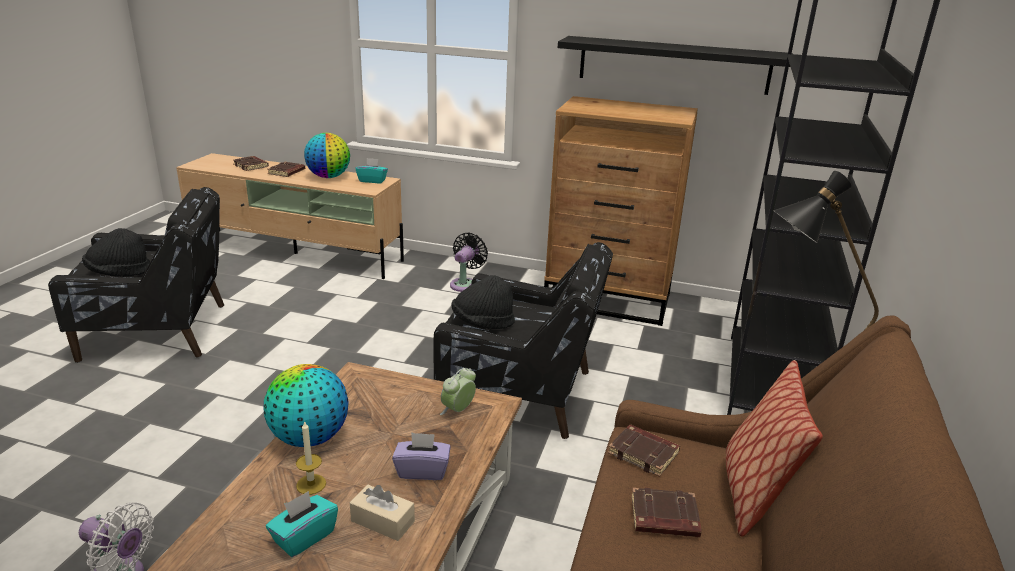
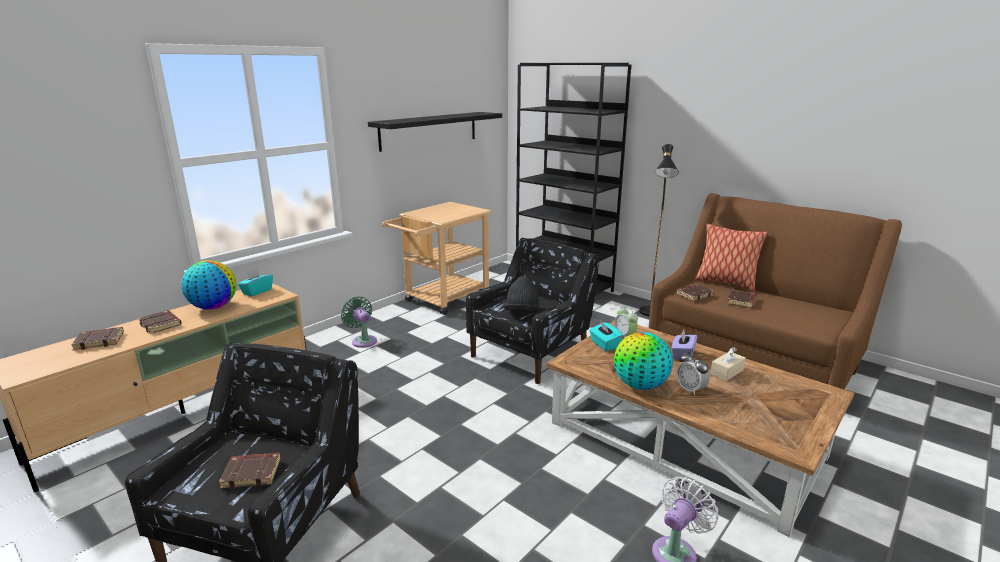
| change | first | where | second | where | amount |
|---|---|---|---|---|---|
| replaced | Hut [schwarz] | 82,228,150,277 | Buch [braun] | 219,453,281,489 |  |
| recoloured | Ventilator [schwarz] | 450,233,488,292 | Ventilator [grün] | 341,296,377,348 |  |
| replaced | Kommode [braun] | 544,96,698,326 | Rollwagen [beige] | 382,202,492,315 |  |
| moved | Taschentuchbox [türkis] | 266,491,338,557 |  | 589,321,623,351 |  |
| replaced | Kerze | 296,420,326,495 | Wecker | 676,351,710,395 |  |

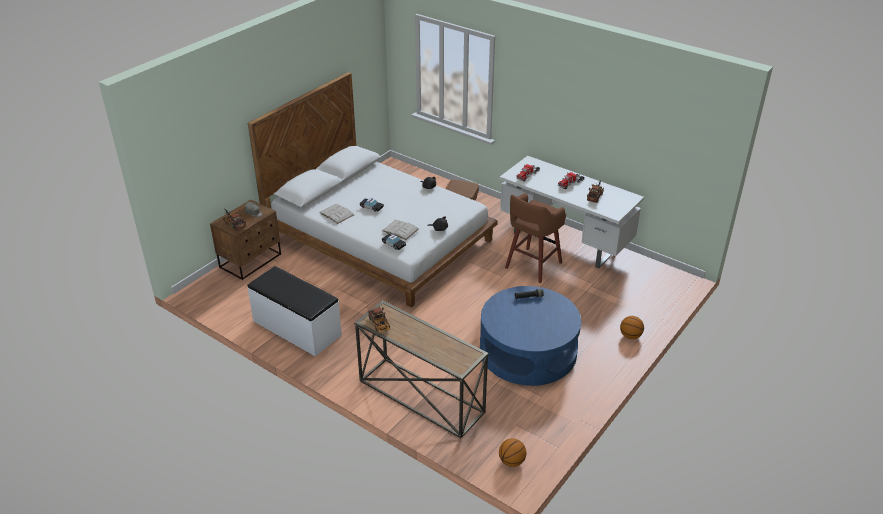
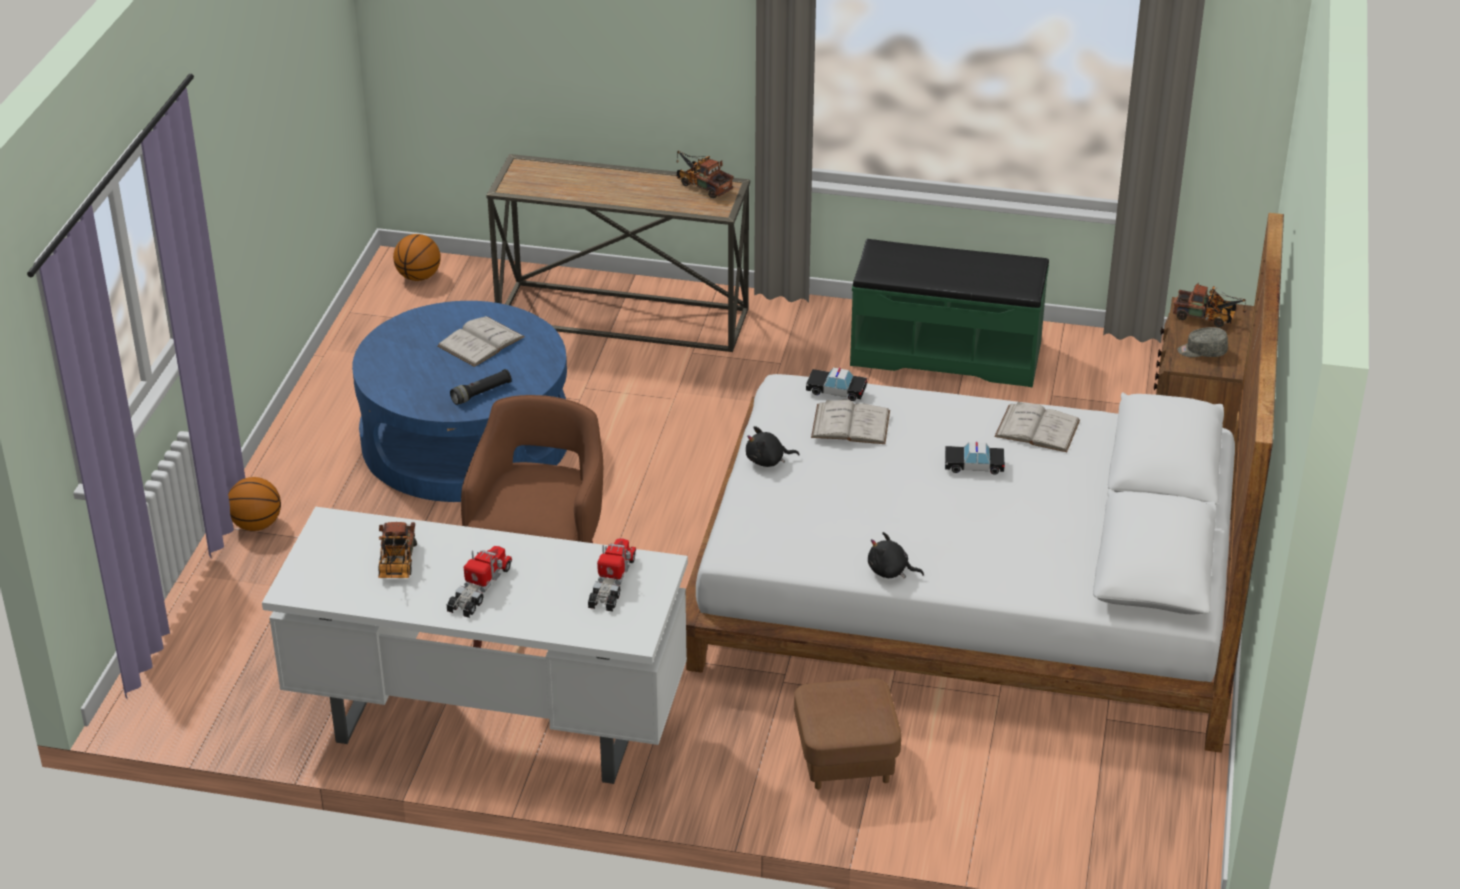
| change | first | where | second | where | amount |
|---|---|---|---|---|---|
| added |  |  | Buch [weiß] | 437,316,525,367 |  |
| recoloured | Bank [weiß] | 247,266,342,356 | Bank [grün] | 850,239,1049,387 |  |

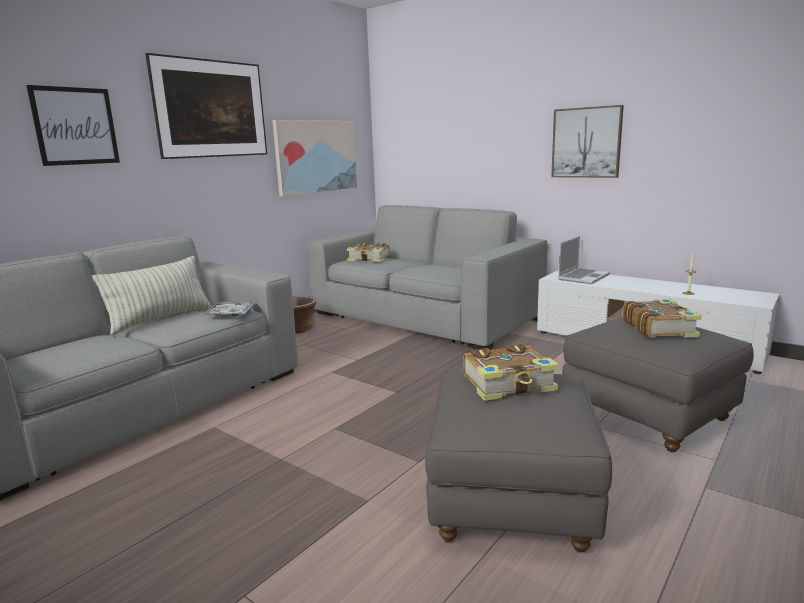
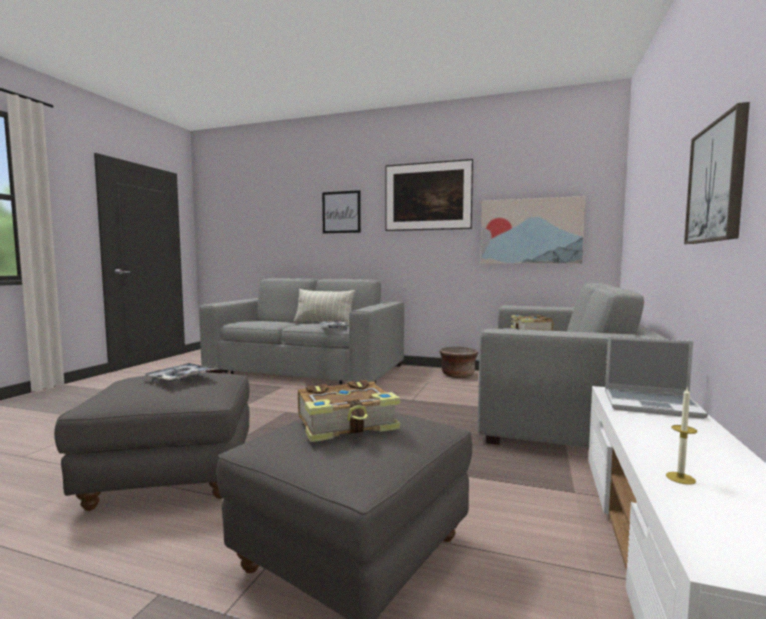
| change | first | where | second | where | amount |
|---|---|---|---|---|---|
| replaced | Buch | 463,344,559,401 | Tablett | 143,363,217,382 |  |

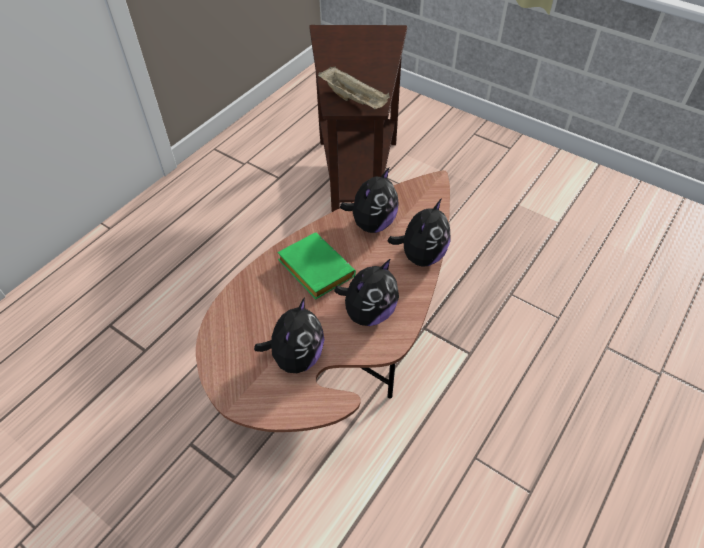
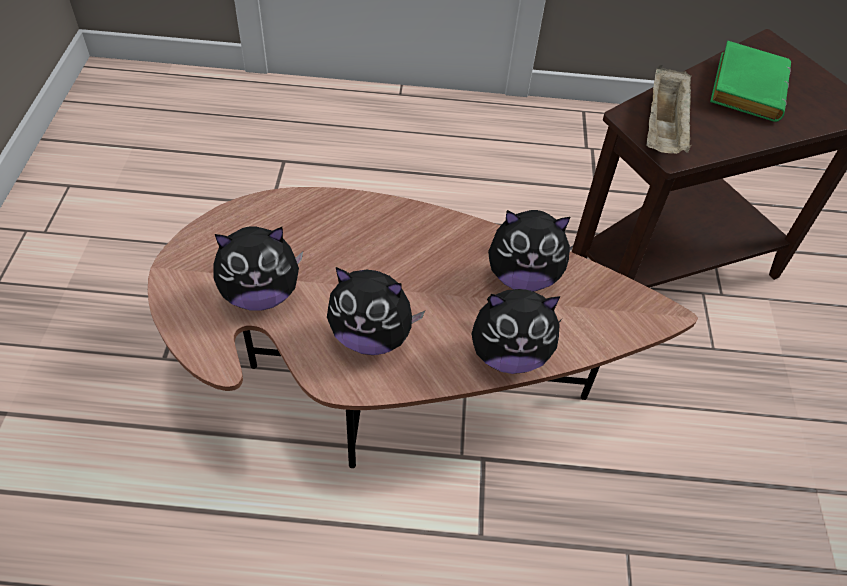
| change | first | where | second | where | amount |
|---|---|---|---|---|---|
| moved | Buch [grün] | 277,233,356,299 |  | 710,41,791,122 |  |

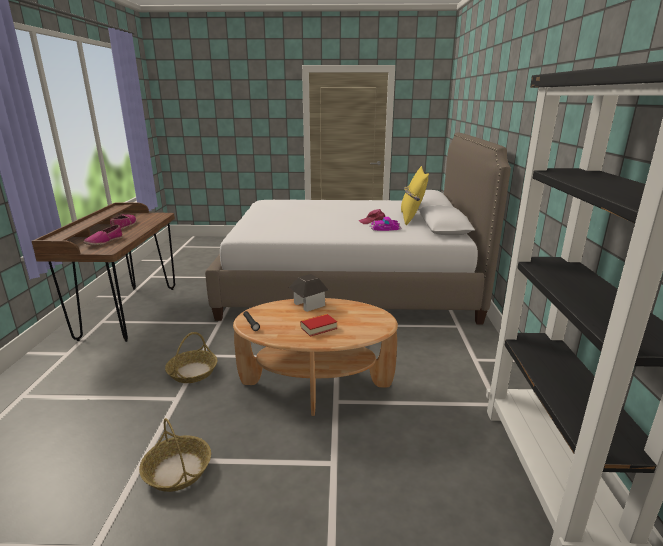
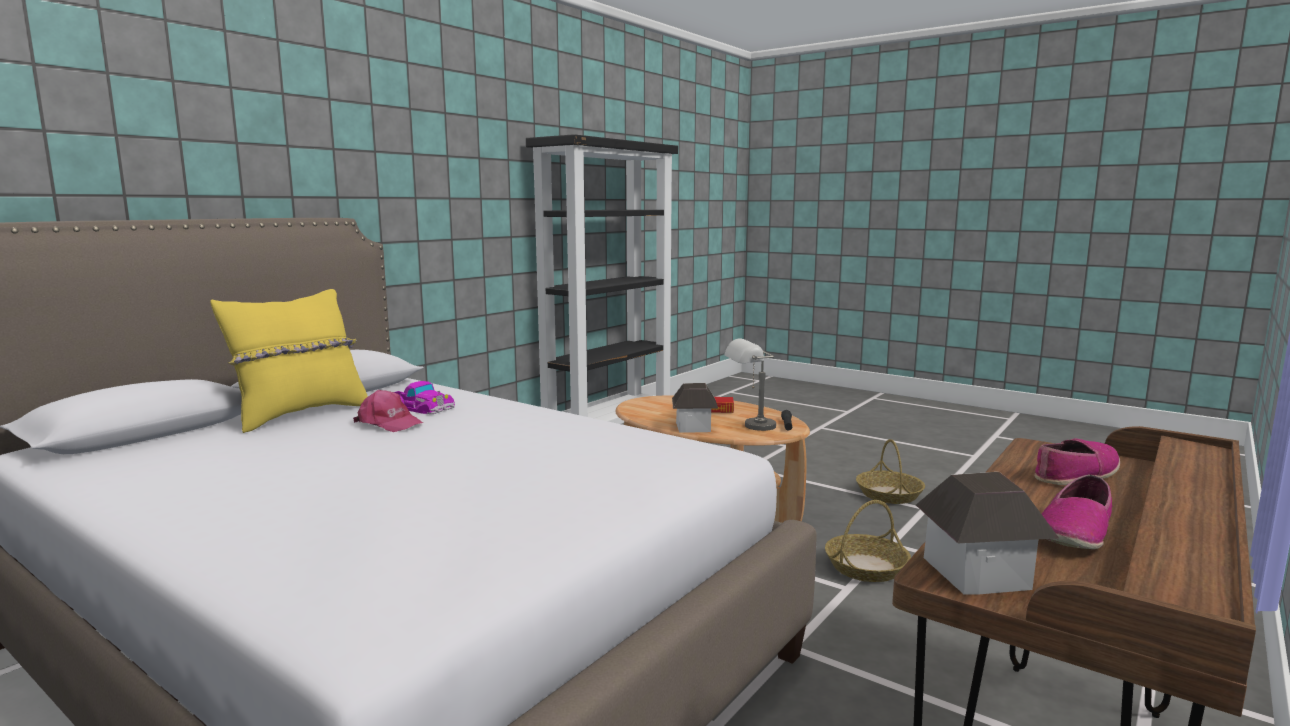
| change | first | where | second | where | amount |
|---|---|---|---|---|---|
| added |  |  | Tischlampe [grau] | 724,338,776,431 |  |
| added |  |  | Spielzeughaus | 916,472,1059,595 |  |

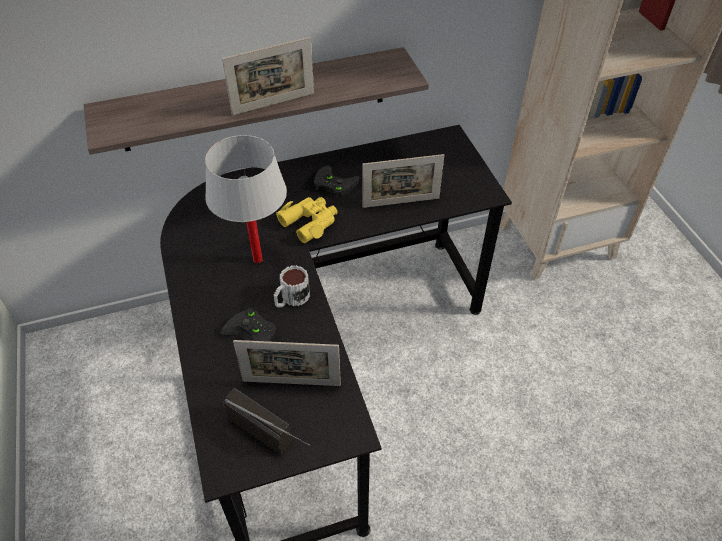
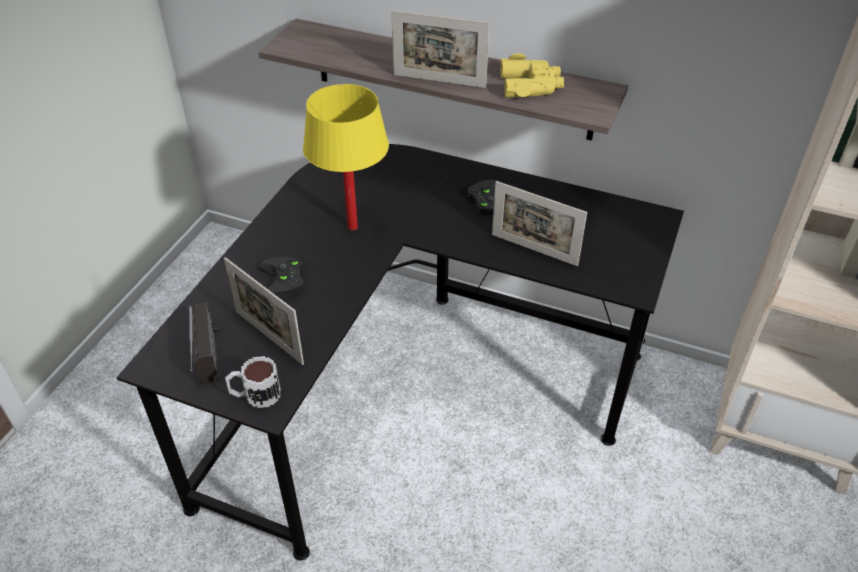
| change | first | where | second | where | amount |
|---|---|---|---|---|---|
| moved | Henkelbecher | 273,265,310,308 |  | 226,356,280,408 |  |
| recoloured | Tischlampe [weiß] | 205,135,287,263 | Tischlampe [gelb] | 303,84,389,230 |  |
| moved | Fernglas [gelb] | 276,197,338,243 |  | 500,53,564,98 |  |

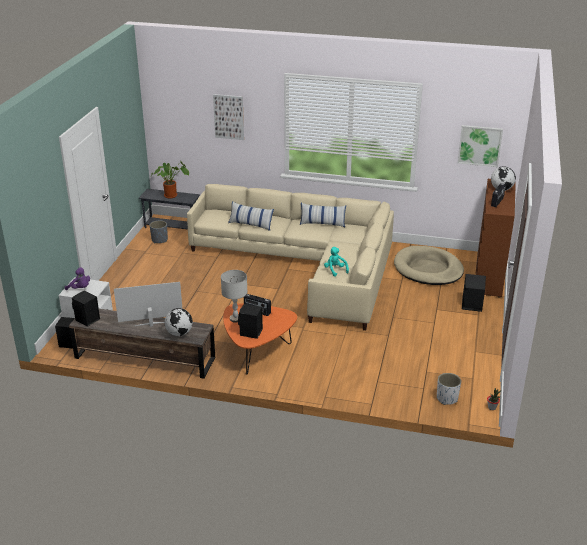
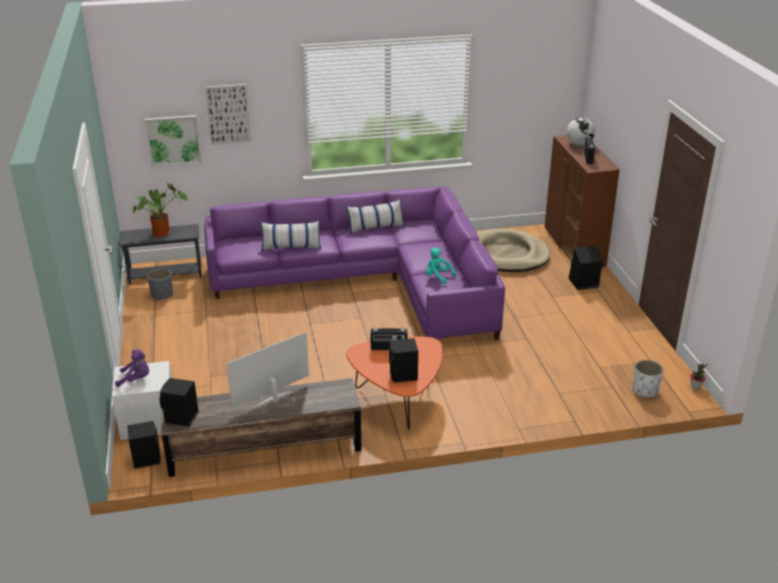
| change | first | where | second | where | amount |
|---|---|---|---|---|---|
| moved | Bild | 458,125,503,167 |  | 145,115,202,167 |  |
| recoloured | Sofa [beige] | 187,184,394,330 | Sofa [lila] | 205,186,505,340 |  |
| removed | Globus | 164,308,193,336 |  |  |  |
| removed | Tischlampe [grau] | 221,270,248,323 |  |  |  |

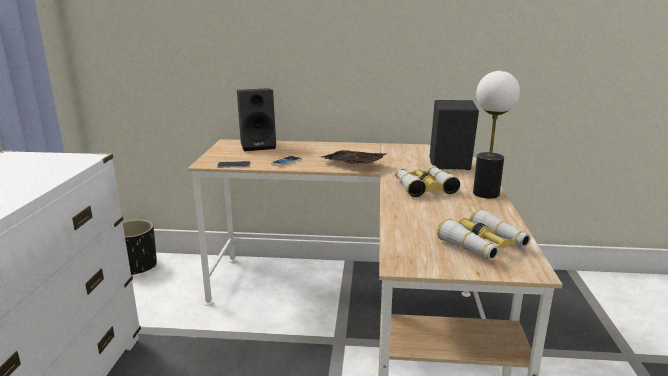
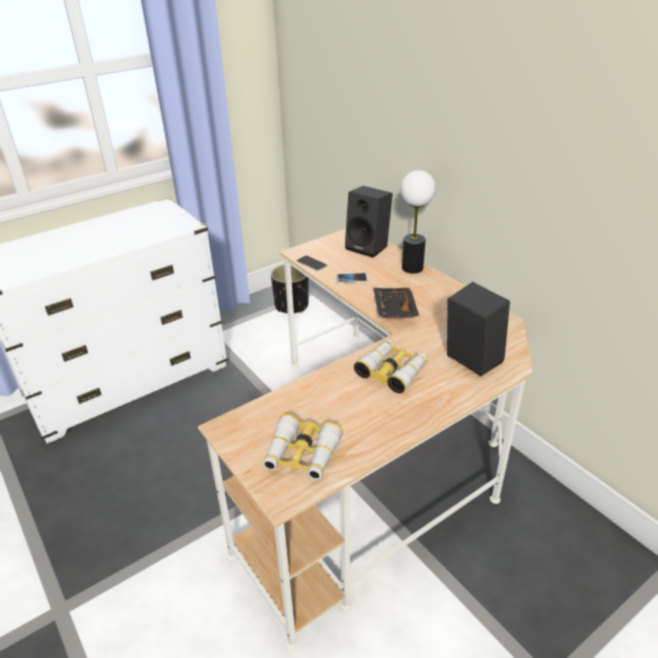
| change | first | where | second | where | amount |
|---|---|---|---|---|---|
| moved | Tischlampe | 473,71,520,199 |  | 400,170,436,274 |  |

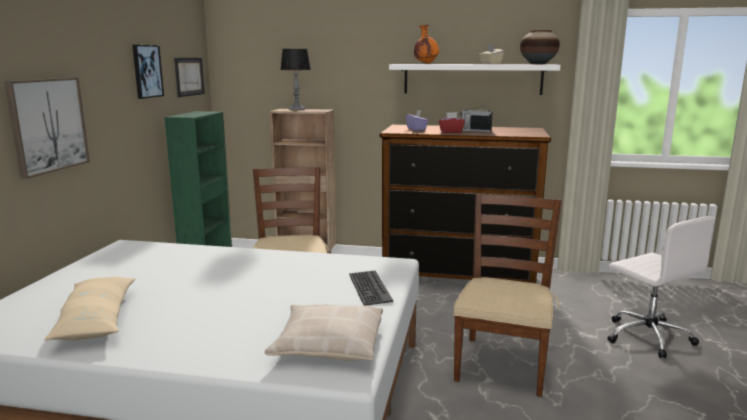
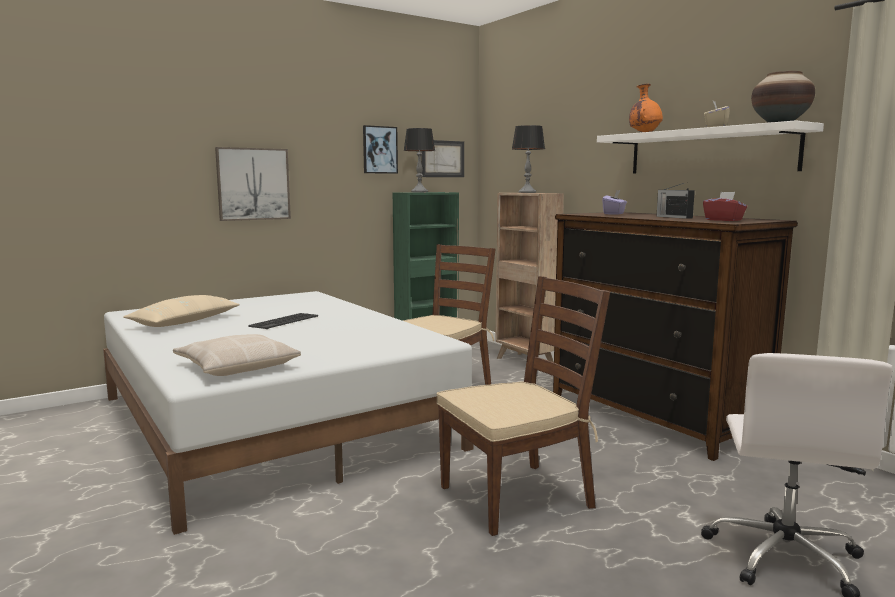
| change | first | where | second | where | amount |
|---|---|---|---|---|---|
| moved | Tastatur | 349,270,393,305 |  | 248,313,318,329 |  |
| added |  |  | Tischlampe | 404,128,435,192 |  |
| moved | Taschentuchbox [rot] | 439,112,465,133 |  | 703,192,747,221 |  |

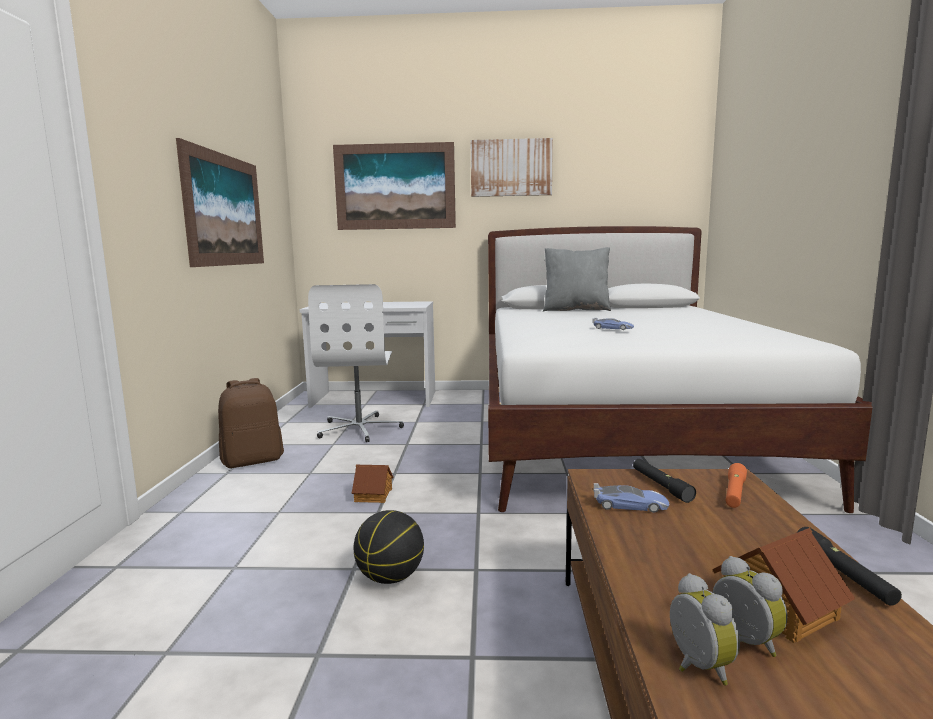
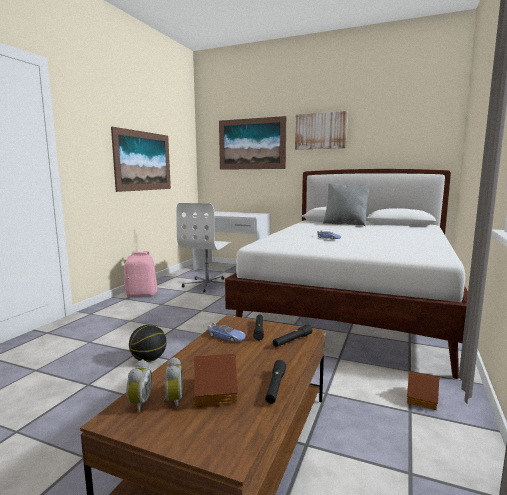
| change | first | where | second | where | amount |
|---|---|---|---|---|---|
| recoloured | Rucksack [braun] | 218,378,284,468 | Rucksack [rosa] | 124,251,157,297 |  |
| recoloured | Taschenlampe [orange] | 726,463,747,508 | Taschenlampe [schwarz] | 273,324,312,347 |  |
| moved | Spielzeughaus | 352,465,393,503 |  | 407,371,440,410 |  |

